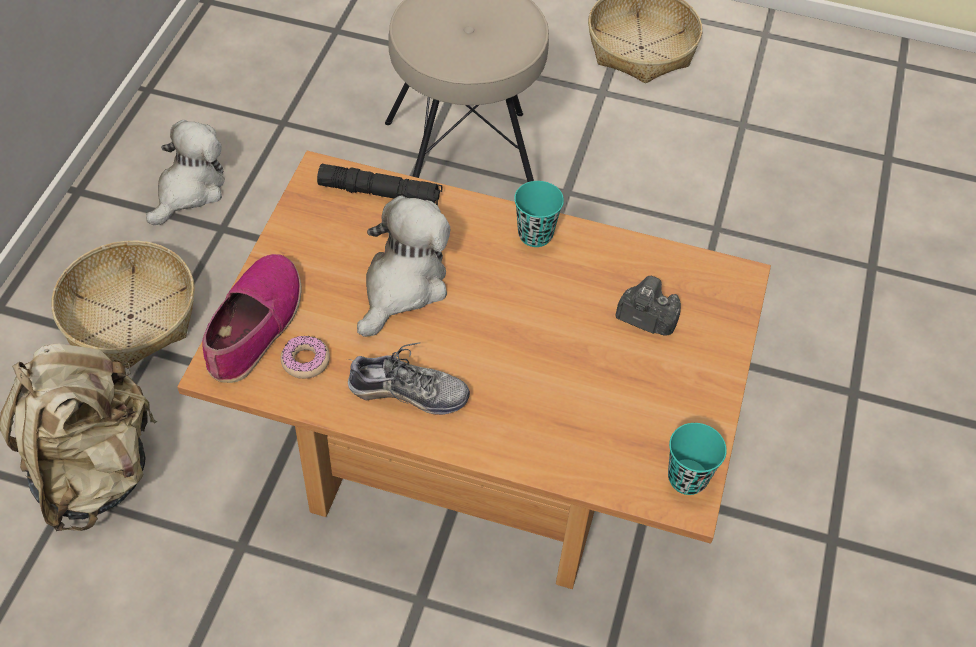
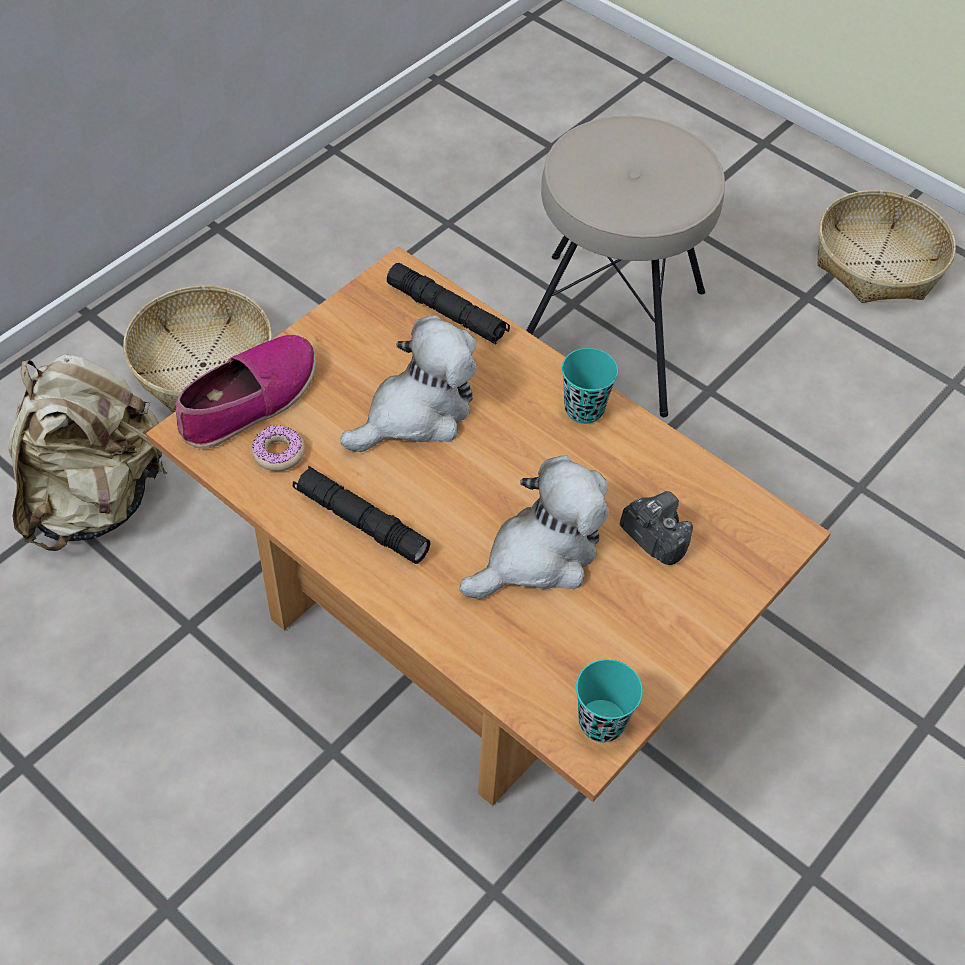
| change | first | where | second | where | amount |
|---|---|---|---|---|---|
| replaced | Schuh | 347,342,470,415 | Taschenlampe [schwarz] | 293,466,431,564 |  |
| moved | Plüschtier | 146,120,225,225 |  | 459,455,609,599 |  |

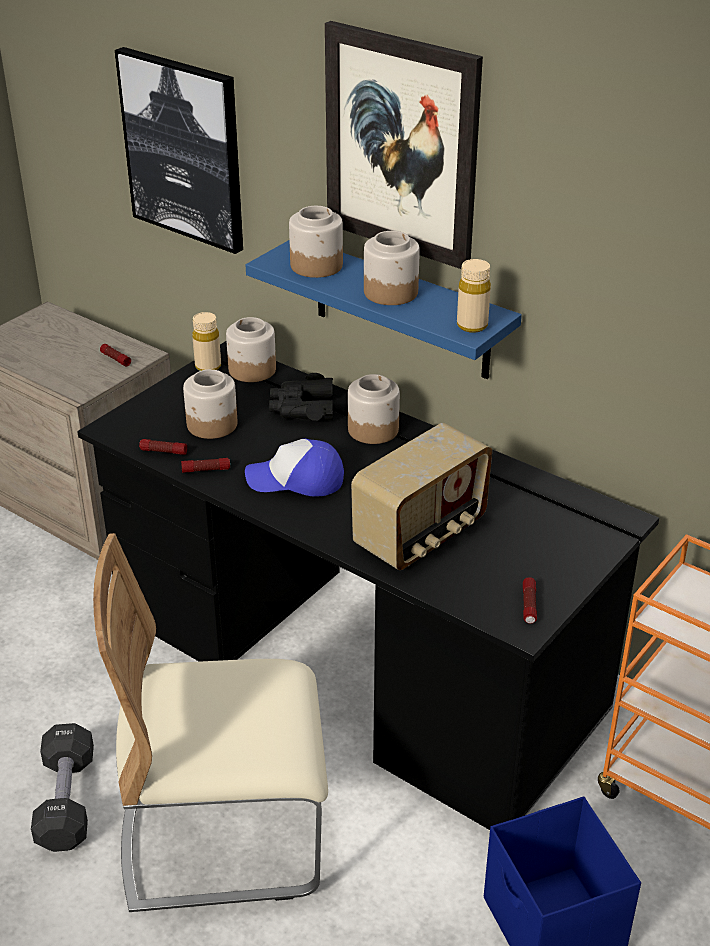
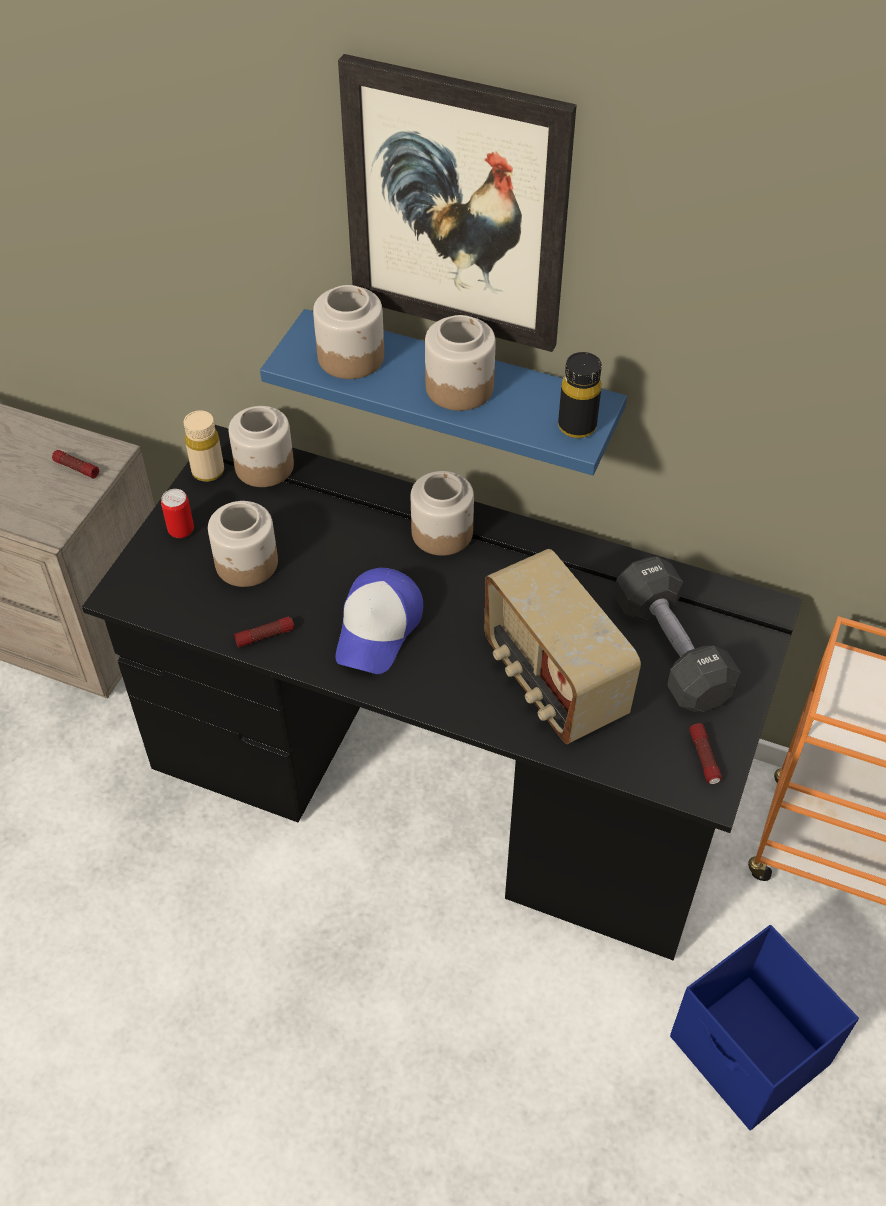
| change | first | where | second | where | amount |
|---|---|---|---|---|---|
| added |  |  | Dose | 161,489,194,538 |  |
| turned | Kappe | 245,439,344,497 |  | 336,568,423,674 | 60 degrees counterclockwise |
| turned | Radio | 351,423,492,570 |  | 485,549,641,744 | 120 degrees clockwise |
| recoloured | Flasche [beige] | 457,259,491,333 | Flasche [schwarz] | 558,352,602,438 |  |
| moved | Hantel [schwarz] | 31,723,94,852 |  | 614,556,741,712 |  |
| removed | Stuhl [beige] | 93,533,328,912 |  |  |  |
| removed | Bild | 115,47,243,254 |  |  |  |
| removed | Taschenlampe | 139,439,187,455 |  |  |  |
| removed | Fernglas [schwarz] | 269,373,333,421 |  |  |  |

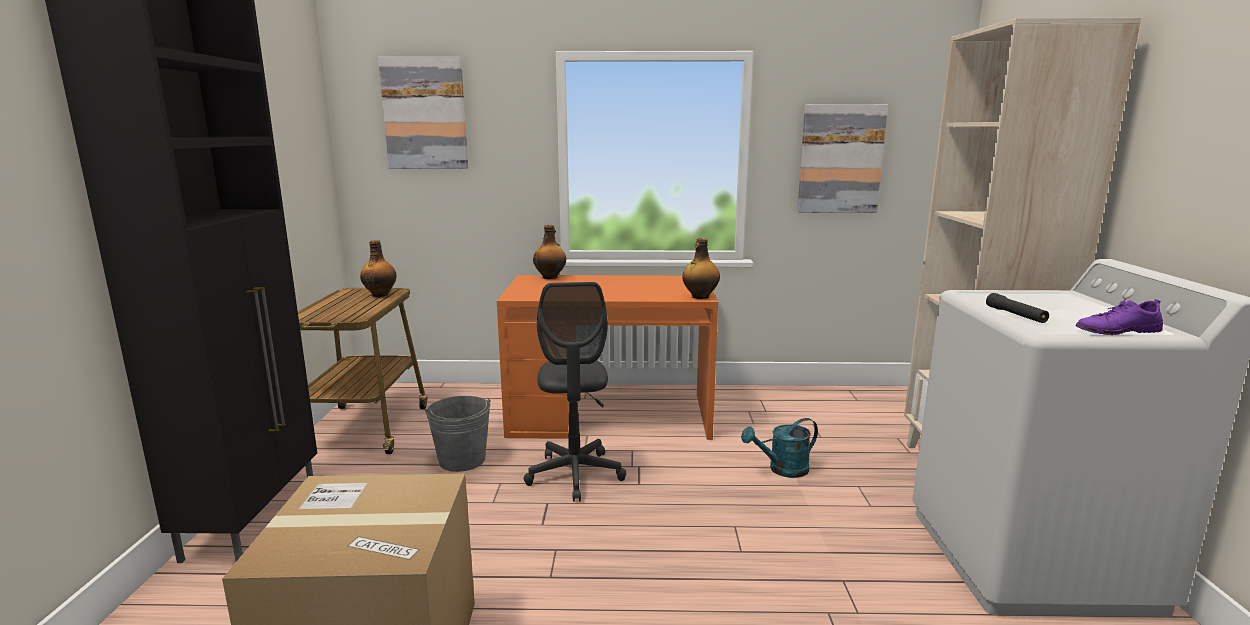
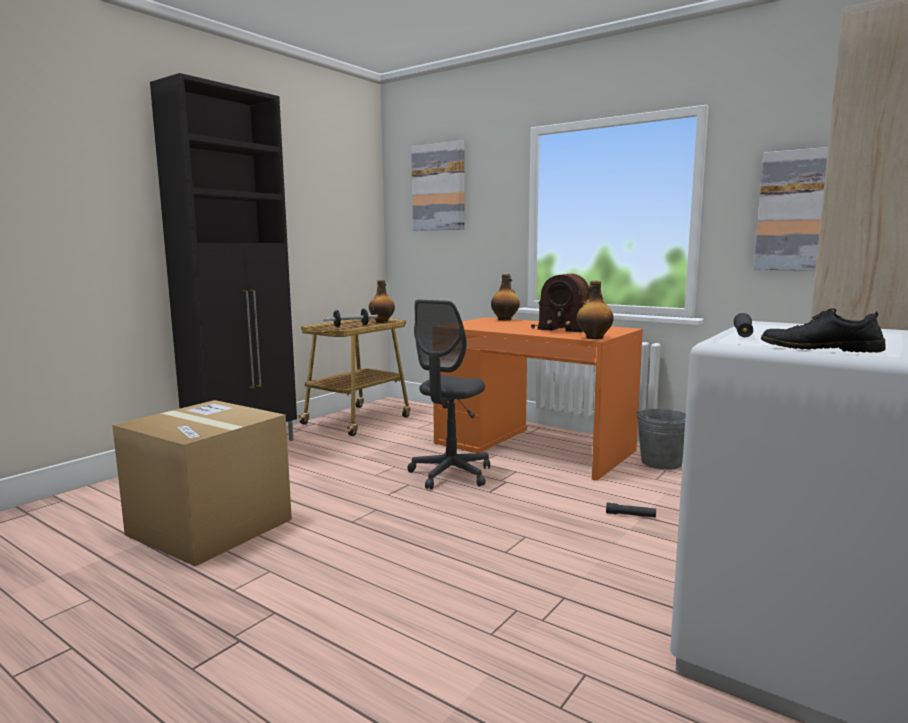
| change | first | where | second | where | amount |
|---|---|---|---|---|---|
| added |  |  | Hantel | 323,309,378,327 |  |
| added |  |  | Radio | 531,274,590,332 |  |
| replaced | Gießkanne [türkis] | 741,418,818,478 | Taschenlampe [schwarz] | 606,502,656,518 |  |
| moved | Eimer [grau] | 425,396,491,472 |  | 636,409,686,470 |  |
| recoloured | Schuh [lila] | 1076,298,1163,335 | Schuh [schwarz] | 761,309,886,353 |  |

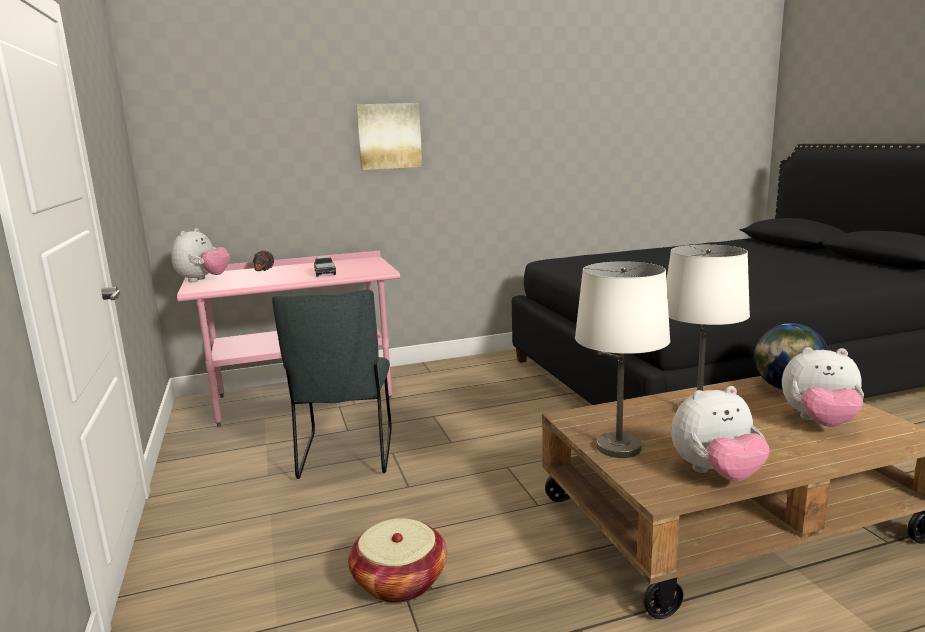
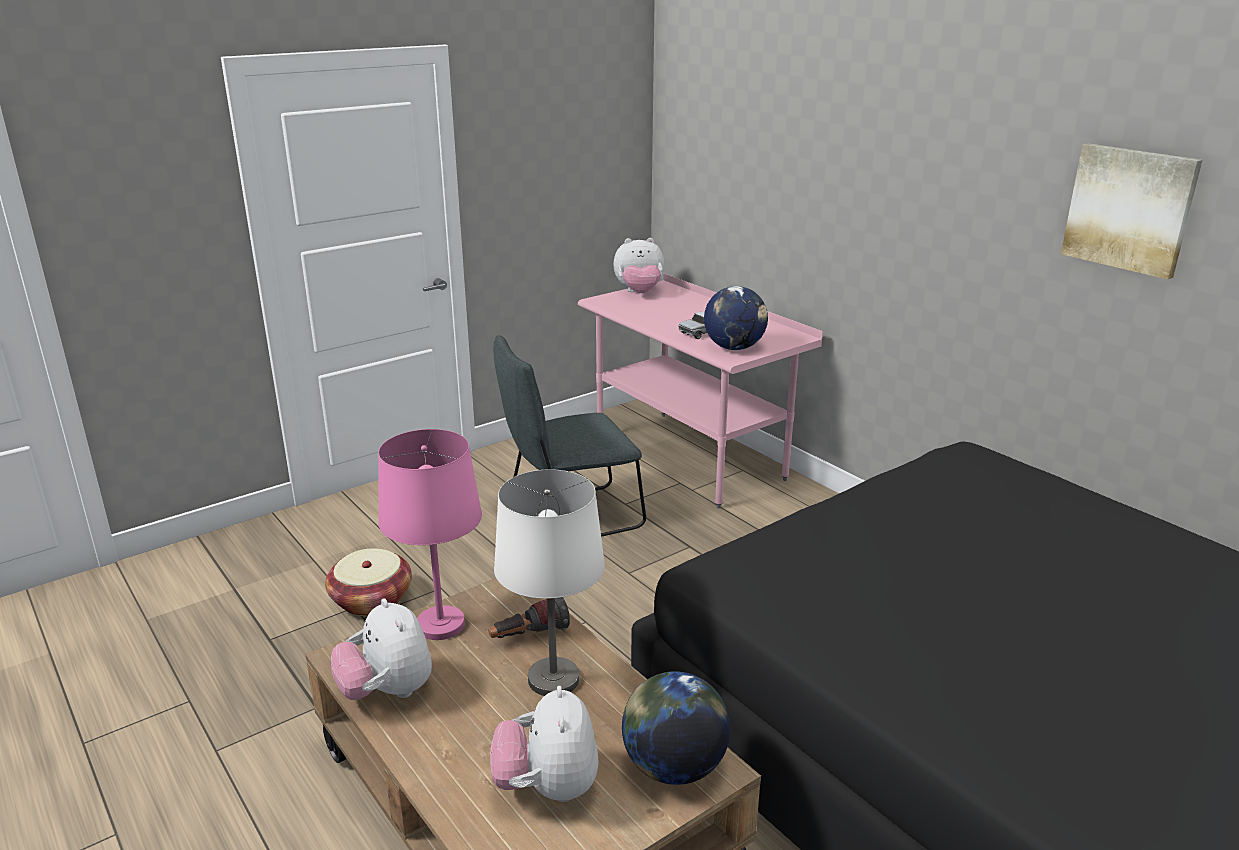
| change | first | where | second | where | amount |
|---|---|---|---|---|---|
| recoloured | Tischlampe [weiß] | 575,261,670,458 | Tischlampe [rosa] | 378,429,482,640 |  |
| moved | Taschenlampe | 253,250,274,271 |  | 489,597,570,638 |  |
| added |  |  | Globus | 704,286,768,350 |  |
| moved | Bild | 356,103,422,170 |  | 1061,143,1203,279 |  |

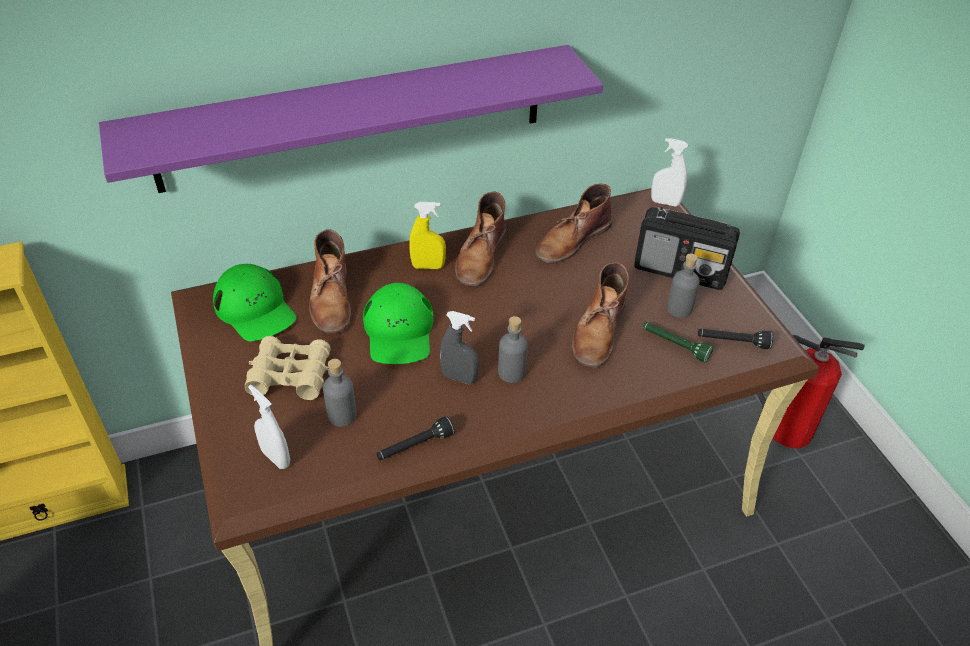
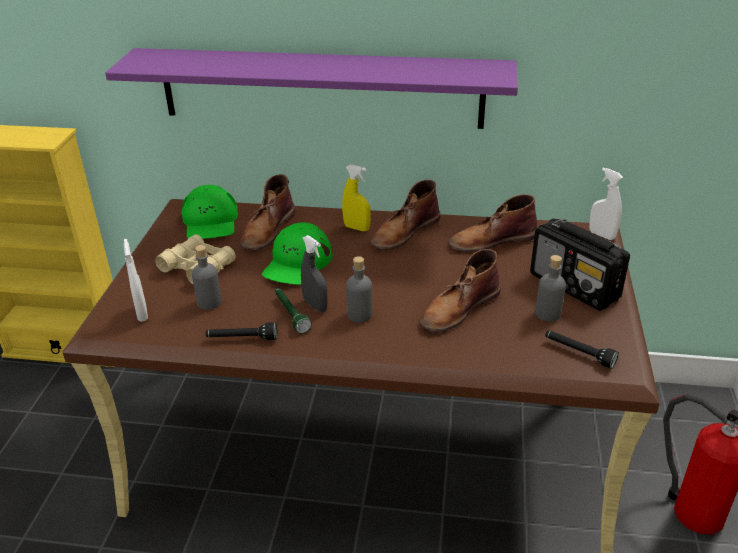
| change | first | where | second | where | amount |
|---|---|---|---|---|---|
| moved | Taschenlampe [grün] | 643,322,713,363 |  | 275,288,312,333 |  |

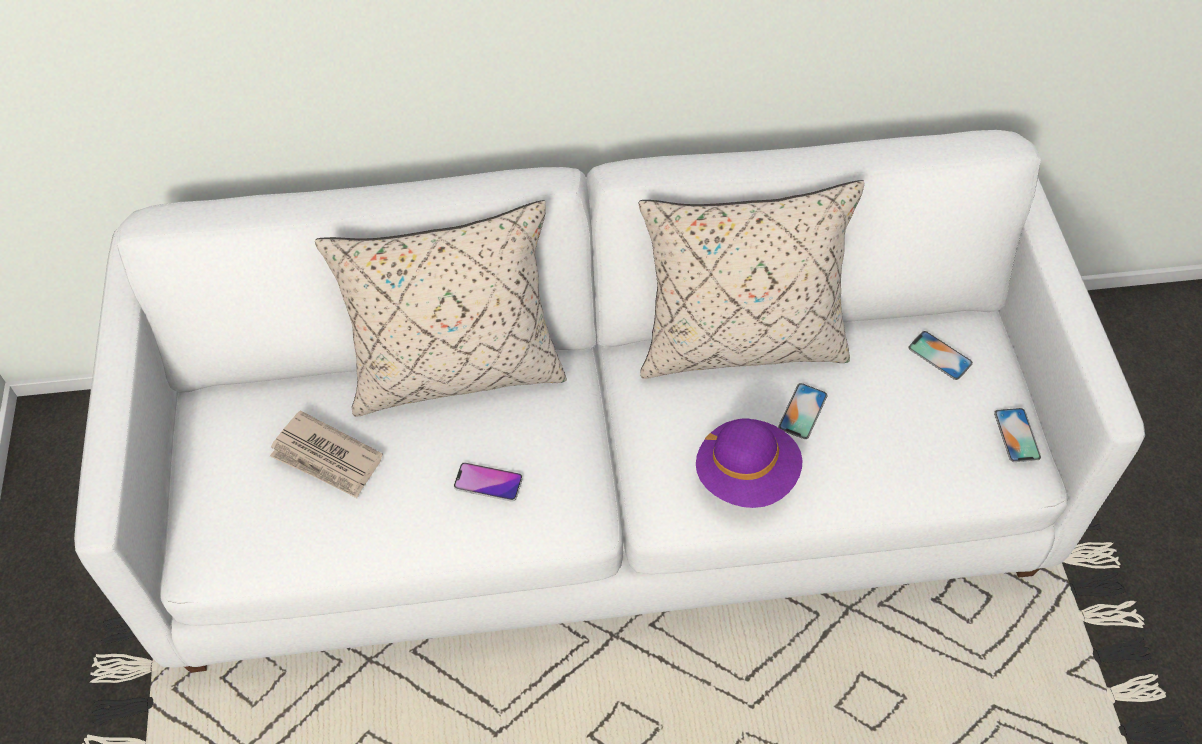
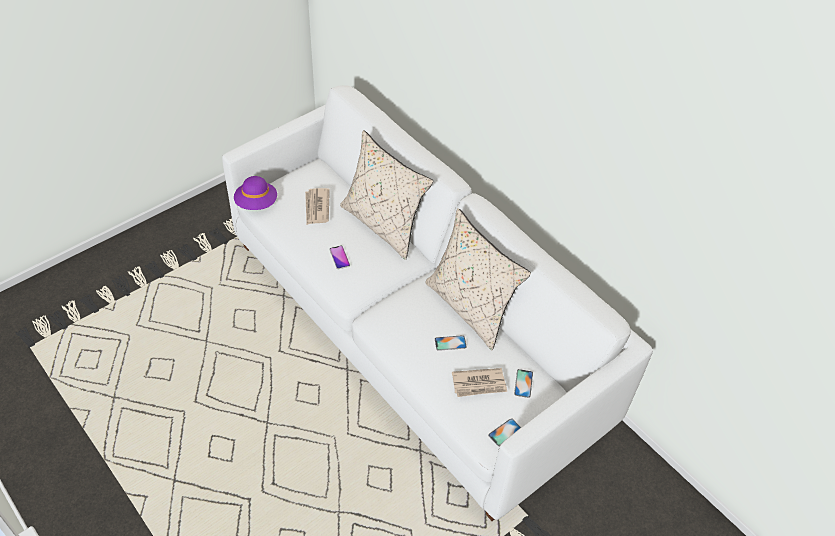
| change | first | where | second | where | amount |
|---|---|---|---|---|---|
| moved | Hut [lila] | 696,418,803,508 |  | 234,176,277,210 |  |
| added |  |  | Zeitung | 452,368,507,397 |  |

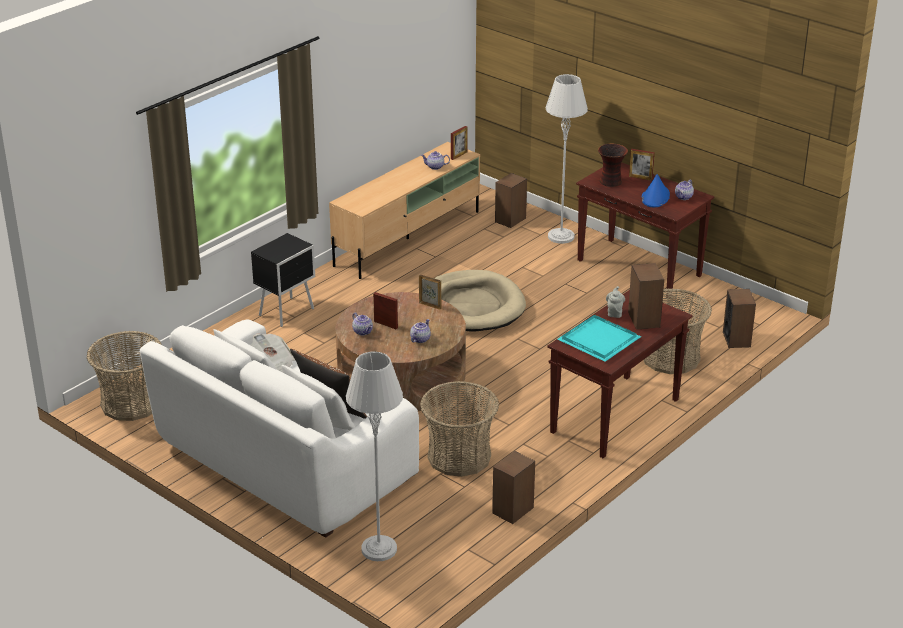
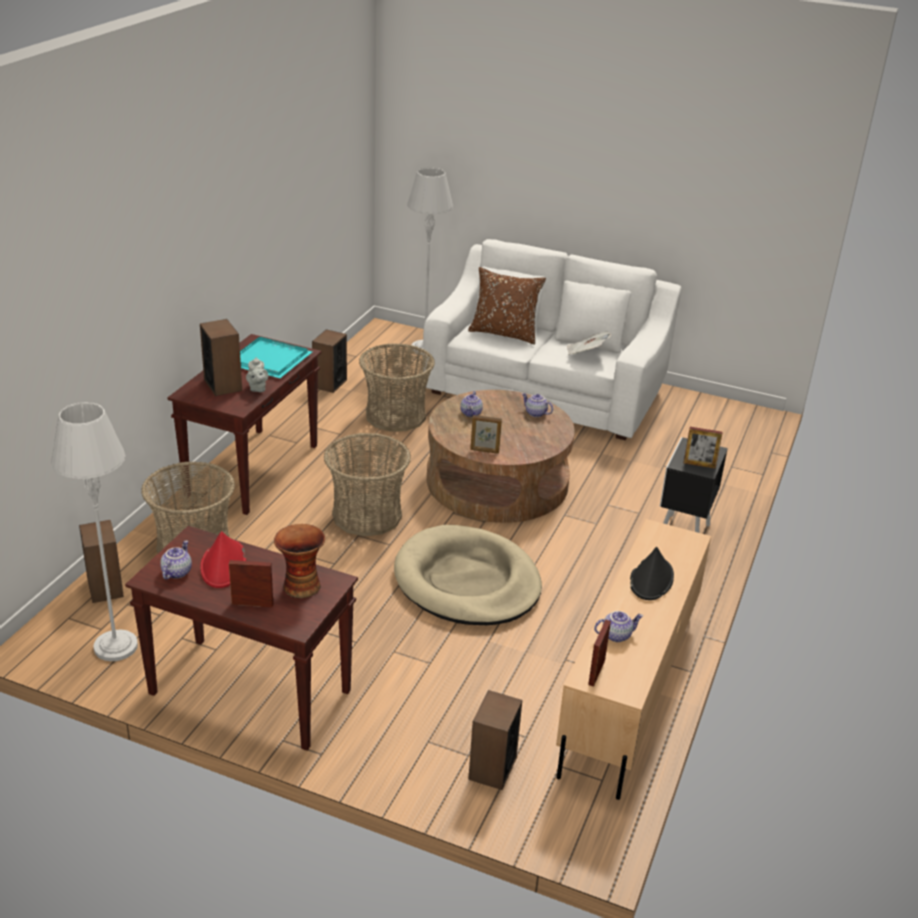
| change | first | where | second | where | amount |
|---|---|---|---|---|---|
| moved | Stehlampe [grau] | 545,74,588,244 |  | 51,402,138,661 |  |
| recoloured | Hut [blau] | 642,174,670,207 | Hut [rot] | 200,531,246,588 |  |
| moved | Korb | 87,331,162,421 |  | 324,433,411,536 |  |
| added |  |  | Hut [schwarz] | 630,547,674,600 |  |
| moved | Bilderrahmen | 373,292,398,329 |  | 684,427,723,469 |  |

